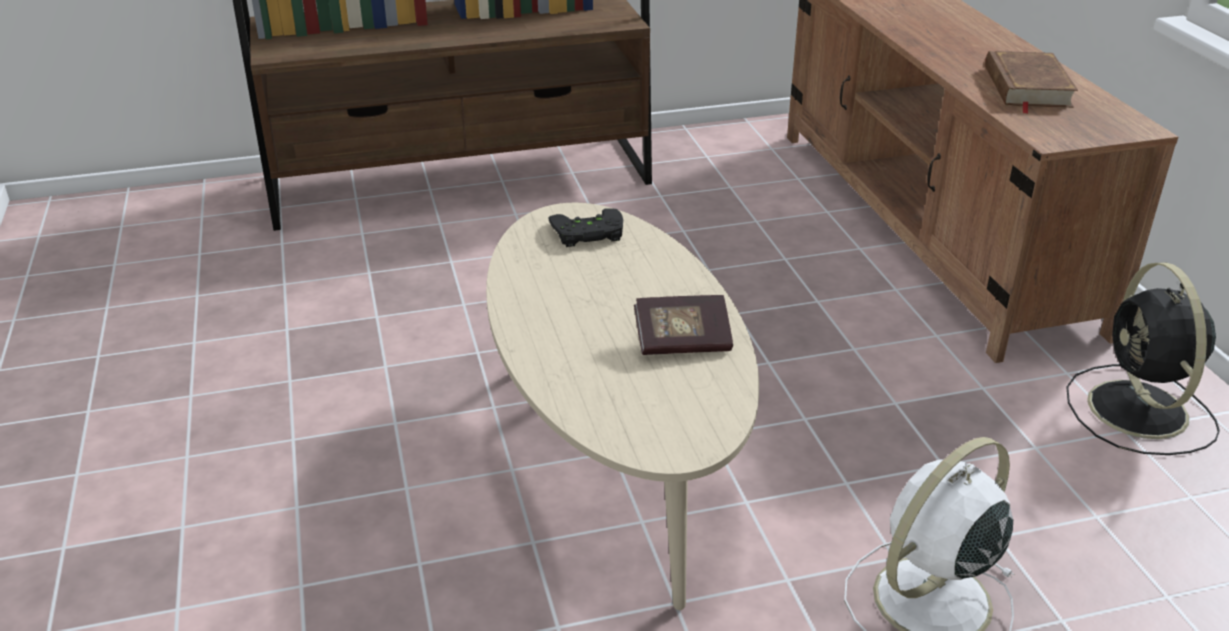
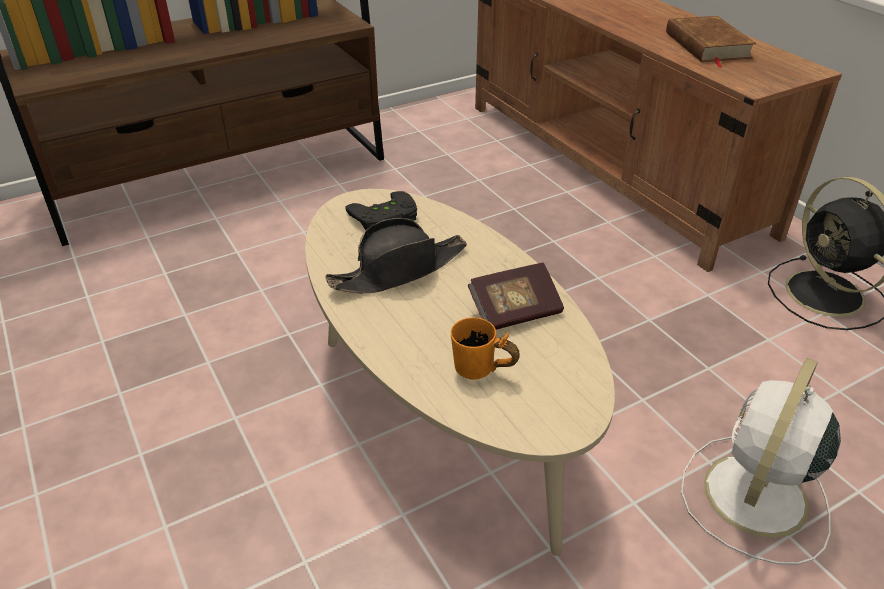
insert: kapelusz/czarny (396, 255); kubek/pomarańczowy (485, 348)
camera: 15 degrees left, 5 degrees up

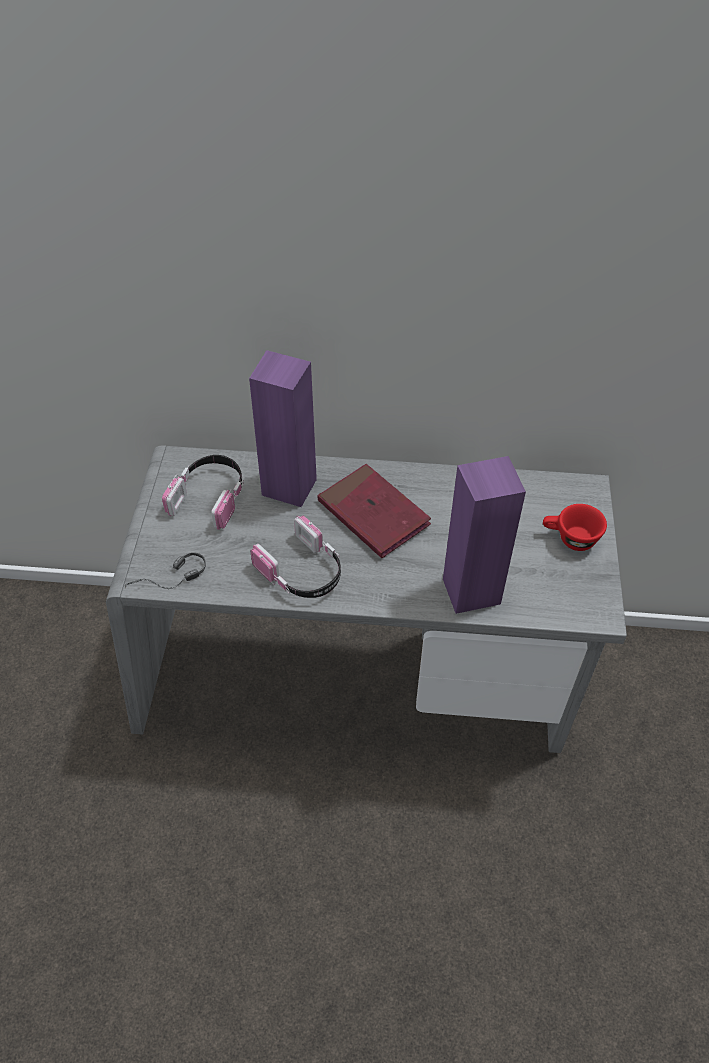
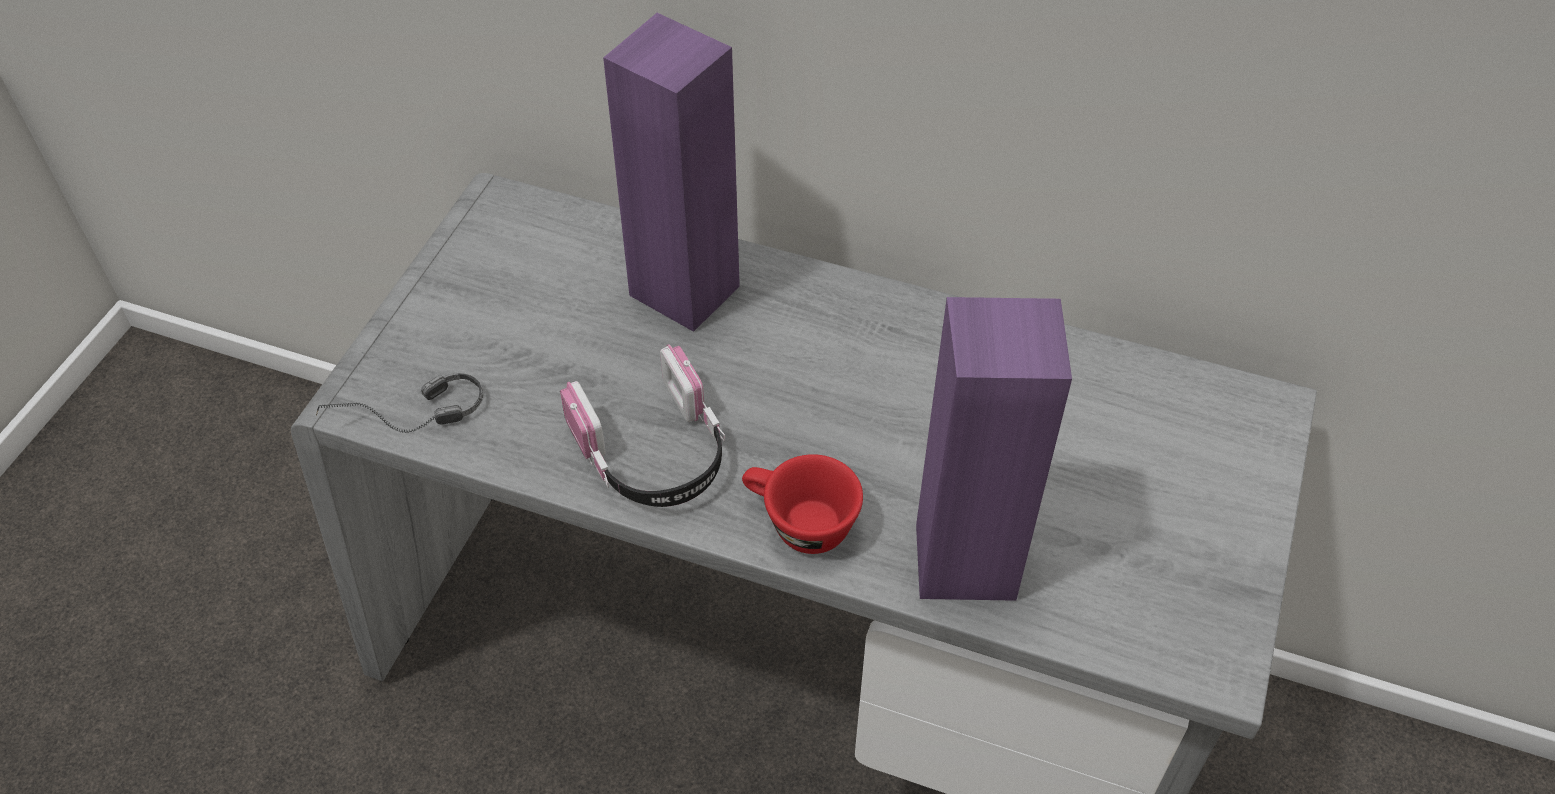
delete: słuchawki (203, 492); książka/czerwony (374, 511)
move: filiżanka/czerwony (575, 527) to (802, 504)
camera: 15 degrees right, 0 degrees up

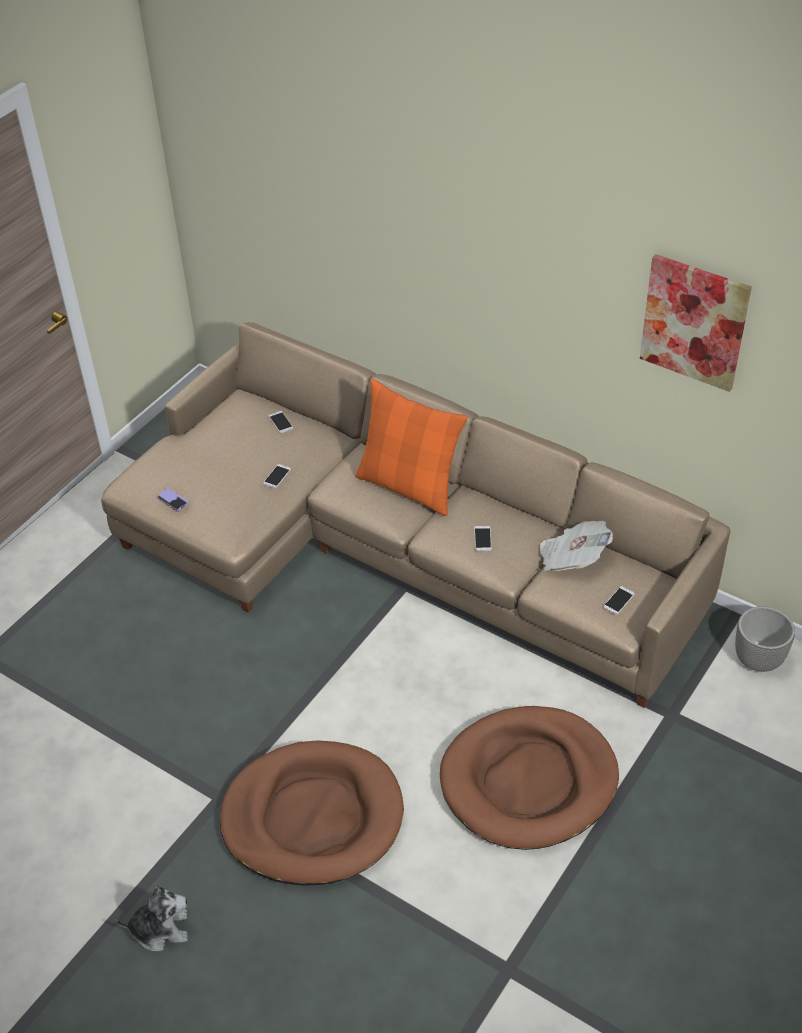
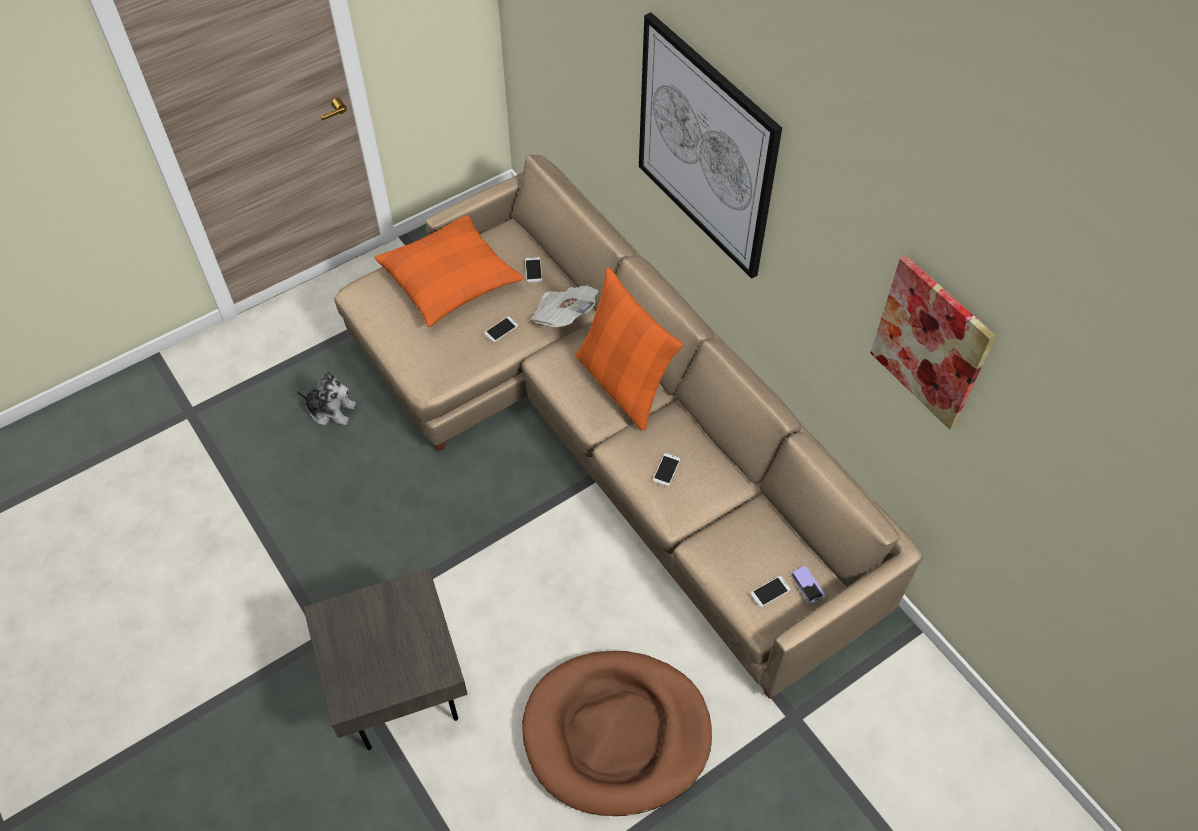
delete: donica (765, 639)
insert: poduszka/pomarańczowy (449, 271); obraz (710, 145)
move: pluszak (151, 918) to (326, 398); telefon (173, 500) to (808, 585); gazeta (576, 546) to (564, 306)
replace: legowisko/brązowy (312, 812) to stolik/szary (385, 659)
camera: 20 degrees right, 10 degrees up

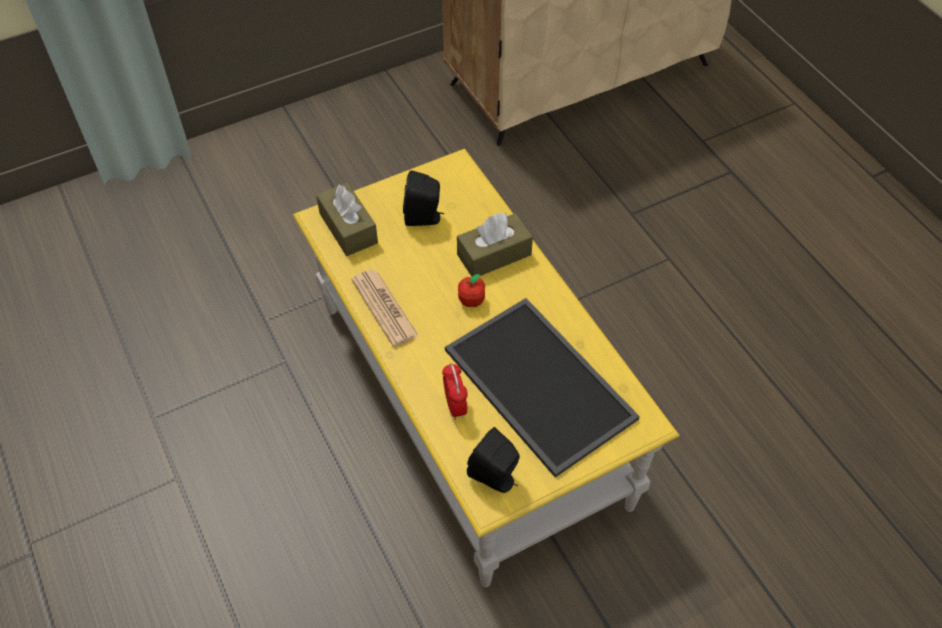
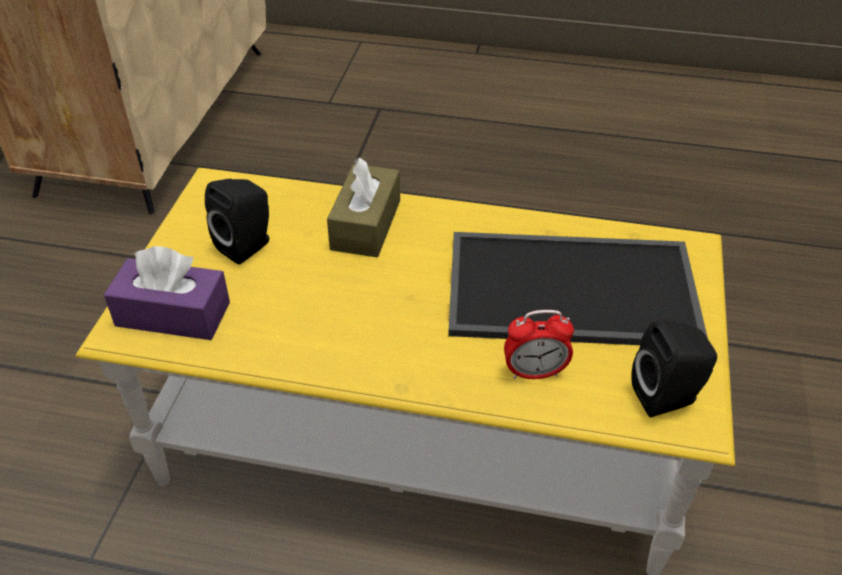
delete: gazeta (385, 308); jabłko (471, 290)
recolor: pudełko chusteczek/brązowy (347, 219) to pudełko chusteczek/fioletowy (167, 293)
rotate: budzik (455, 391) = (539, 344) 150 degrees clockwise
camera: 50 degrees left, 10 degrees down

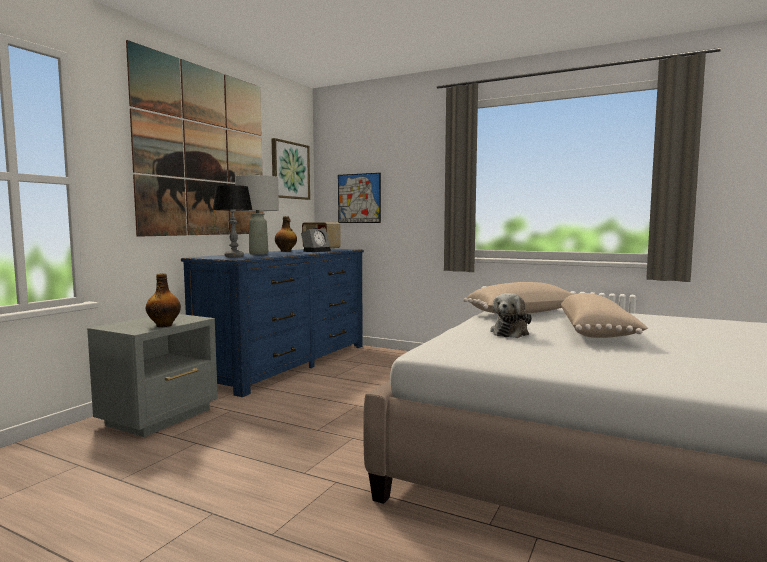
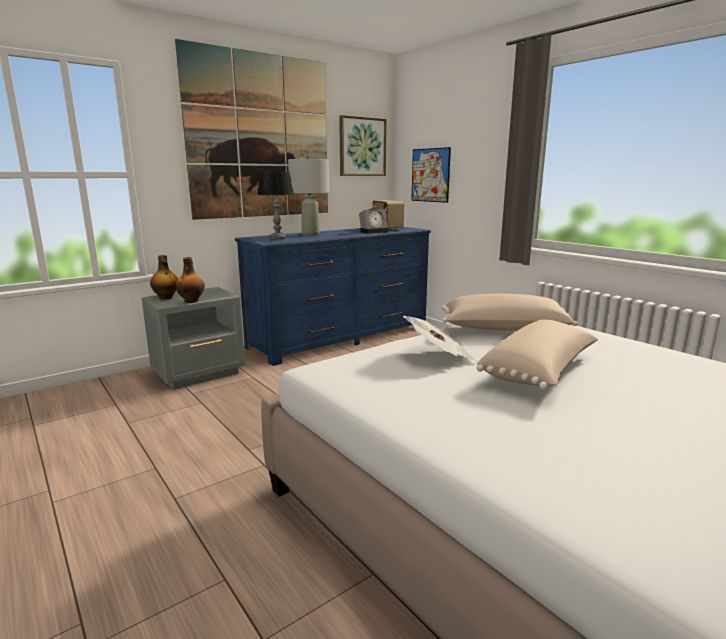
move: butelka (286, 234) to (164, 277)
replace: pluszak (511, 315) to gazeta (440, 338)
camera: 25 degrees right, 10 degrees up

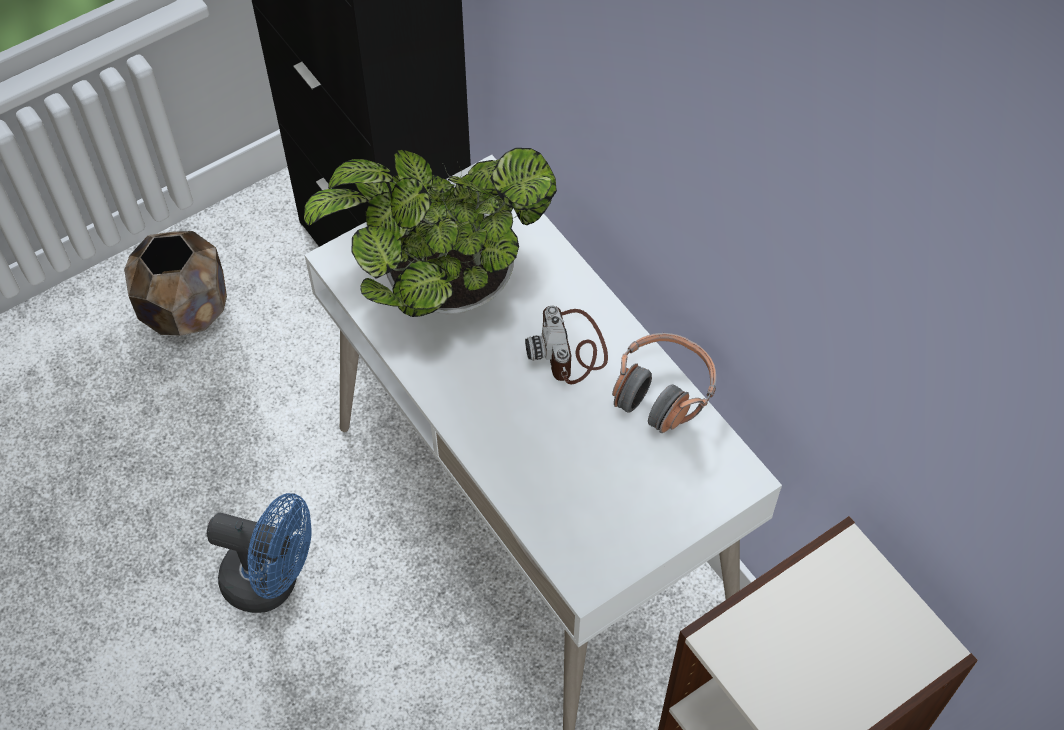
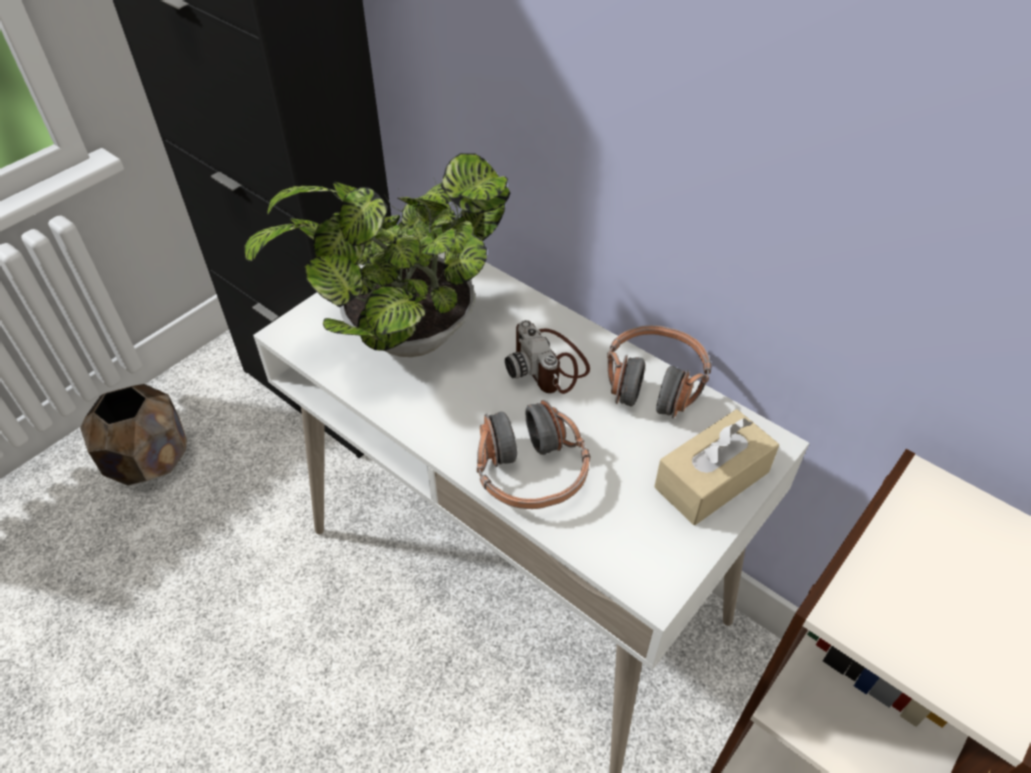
delete: wentylator/niebieski (259, 553)
insert: słuchawki (533, 454); pudełko chusteczek/beżowy (716, 467)
camera: 15 degrees left, 10 degrees down

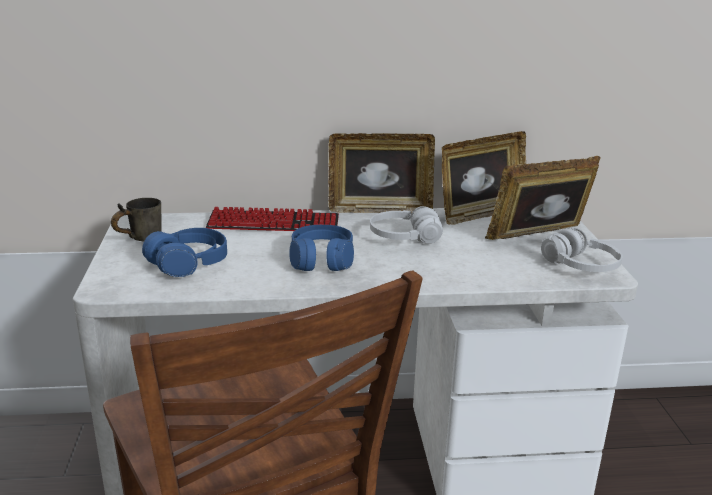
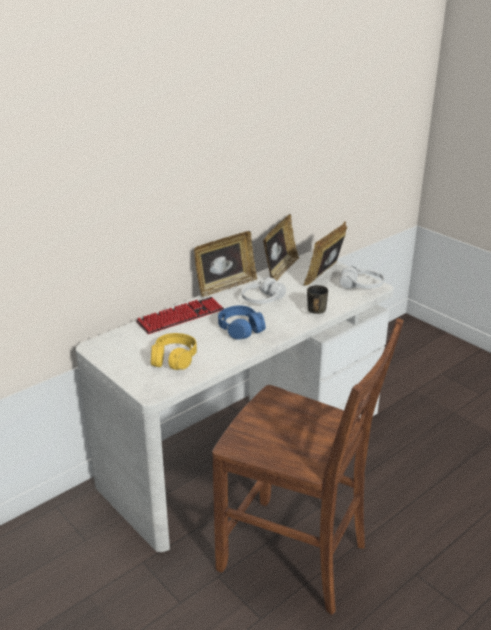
move: kubek/szary (136, 219) to (317, 299)
recolor: słuchawki/niebieski (184, 252) to słuchawki/żółty (174, 351)
camera: 35 degrees left, 5 degrees up

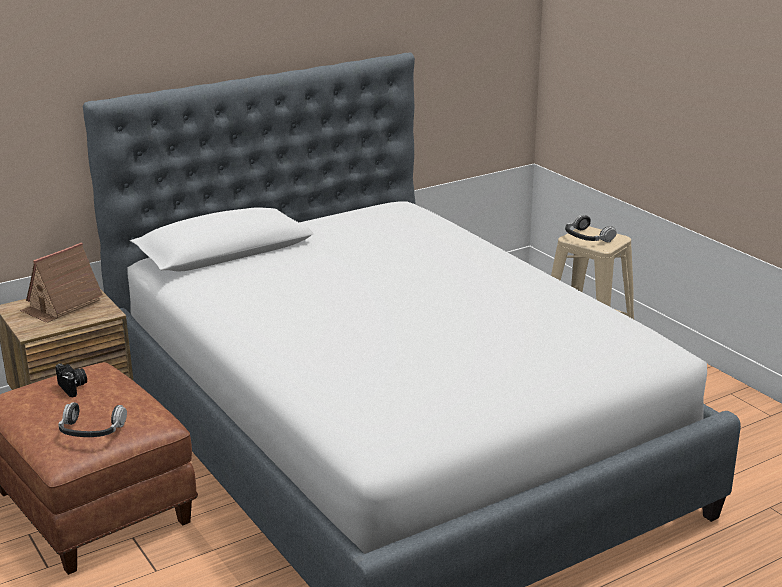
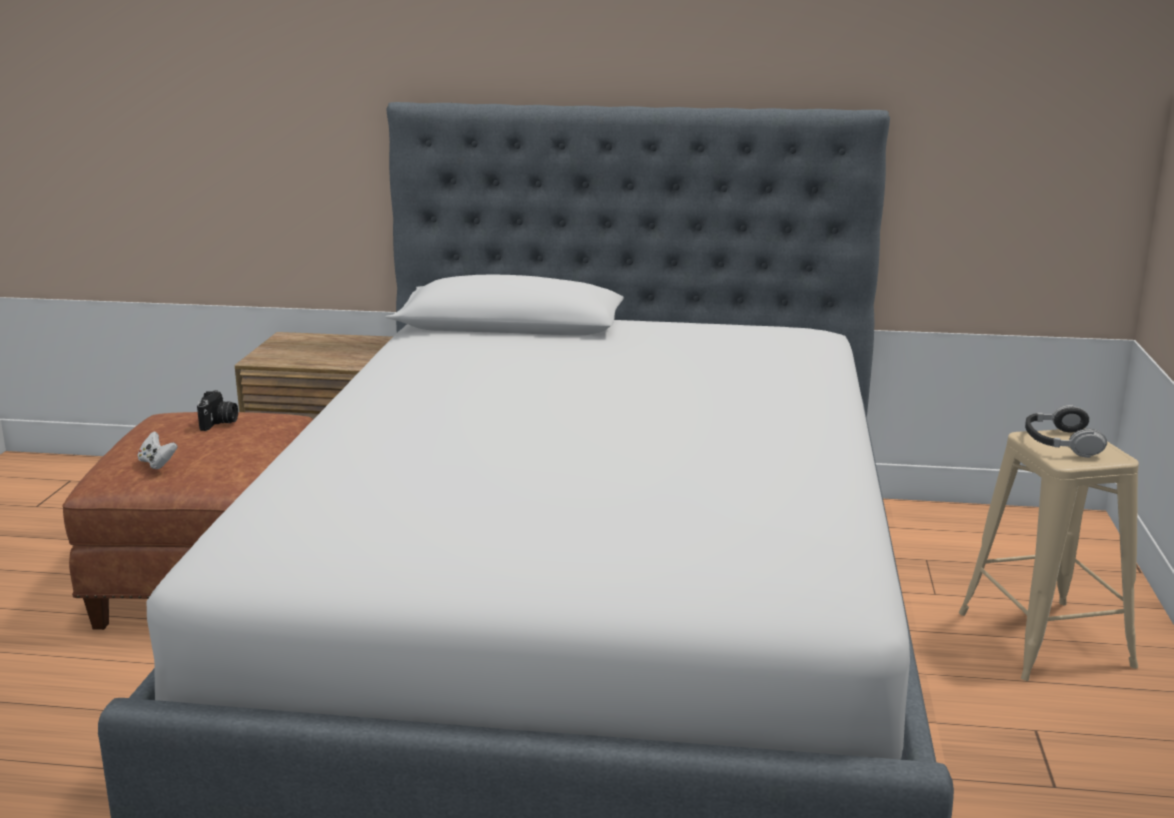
delete: domek (61, 283)
replace: słuchawki (92, 419) to pad do gier/biały (158, 450)
camera: 40 degrees right, 5 degrees down

